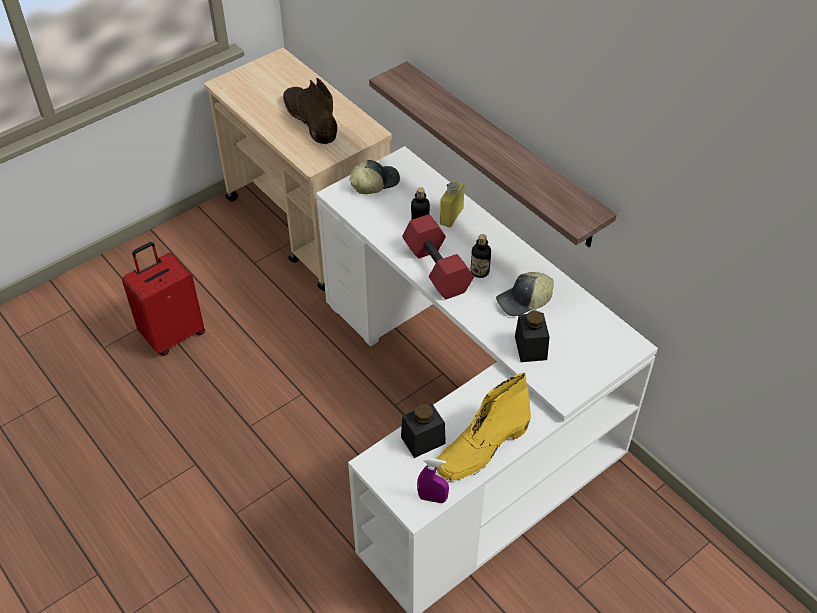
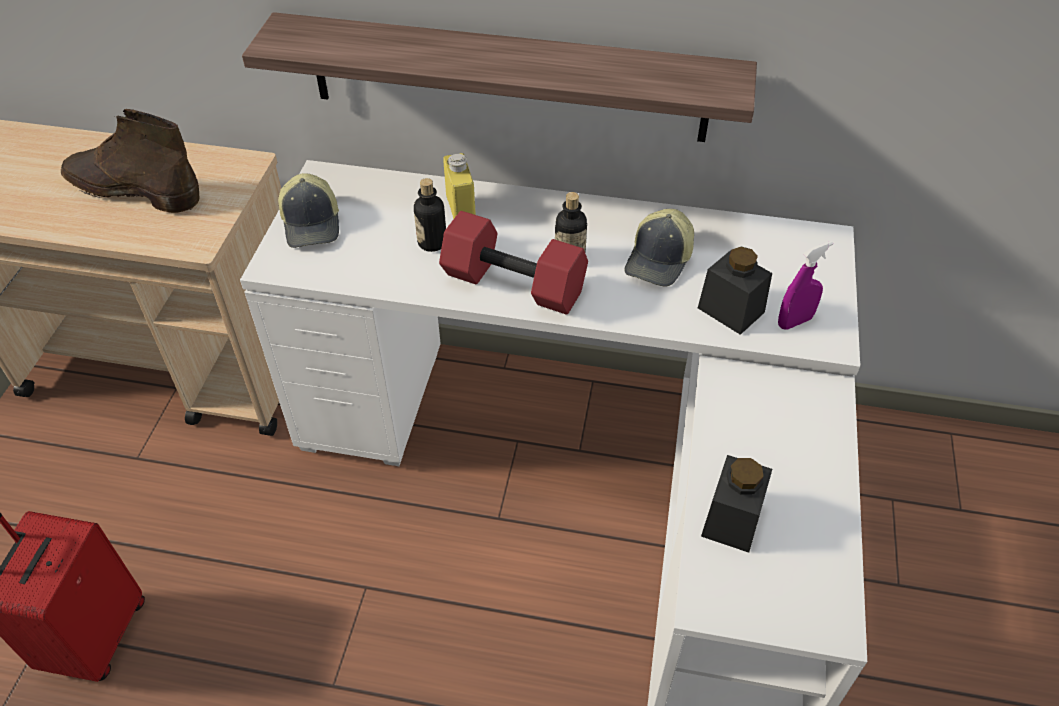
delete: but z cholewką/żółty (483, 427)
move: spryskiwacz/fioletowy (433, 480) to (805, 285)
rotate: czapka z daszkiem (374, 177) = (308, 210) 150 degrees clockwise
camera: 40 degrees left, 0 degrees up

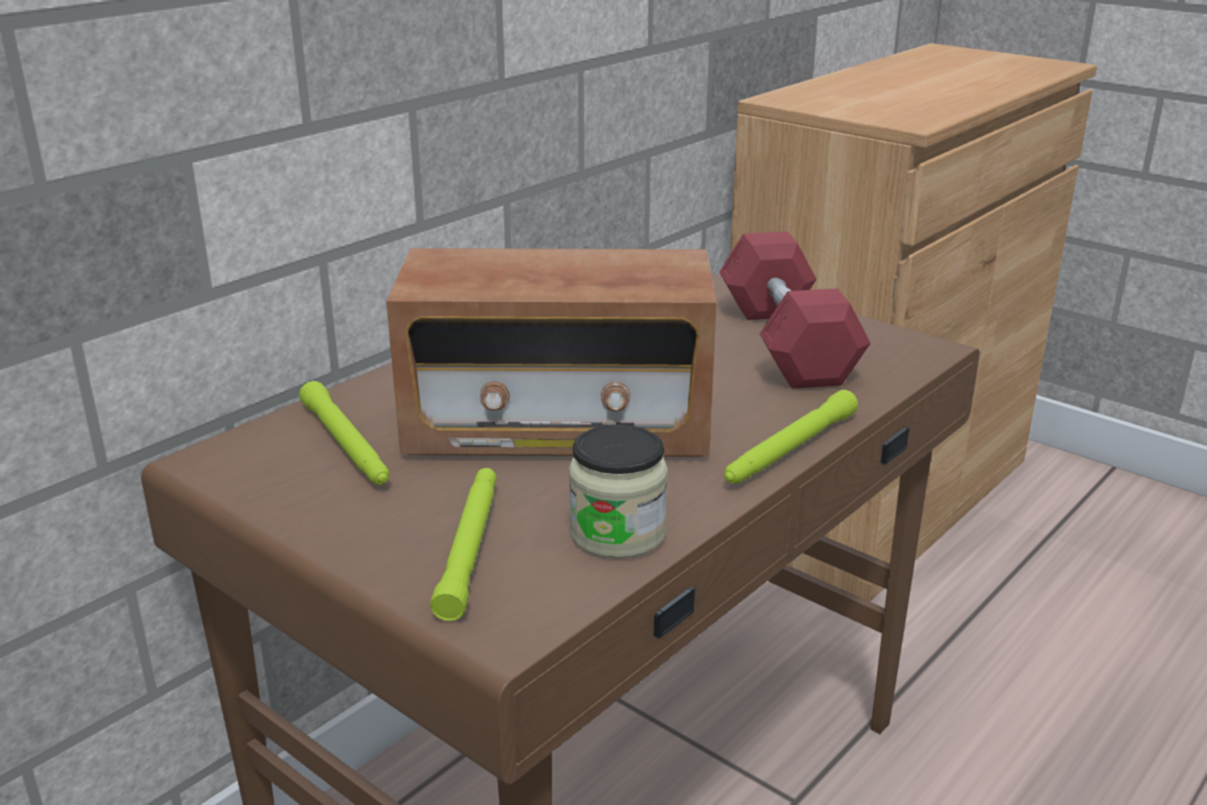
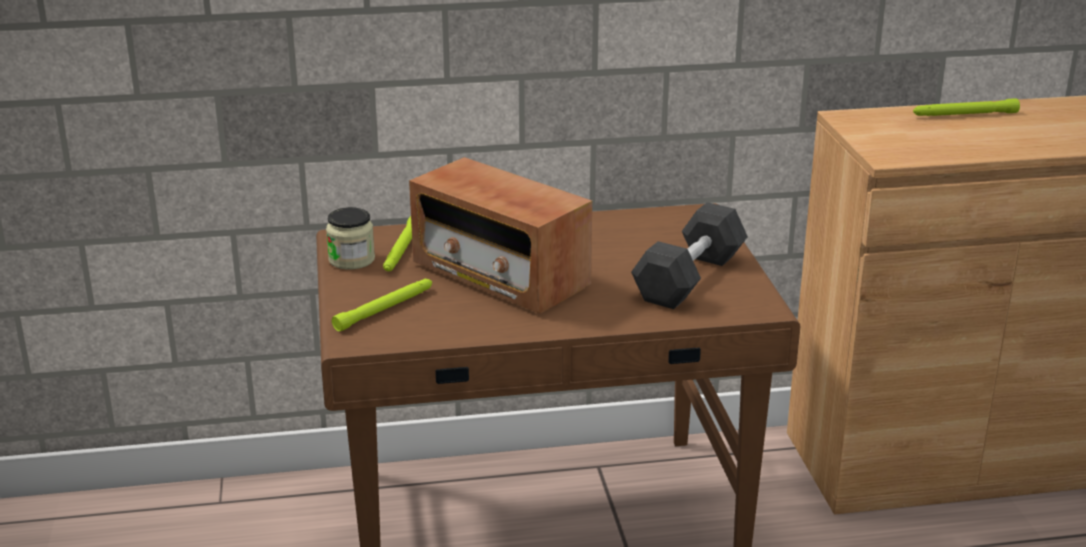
move: słoik (618, 492) to (350, 238); latarka/zielony (791, 437) to (966, 107)
recolor: hantel/czerwony (795, 310) to hantel/szary (689, 255)
camera: 40 degrees right, 0 degrees up

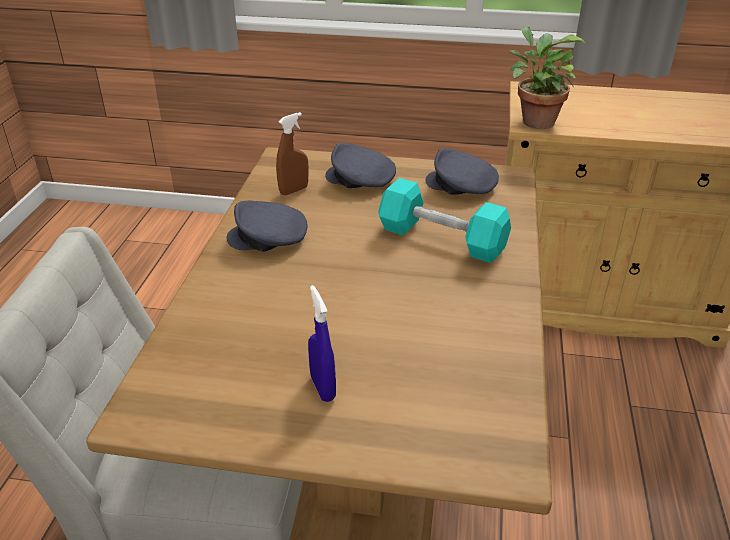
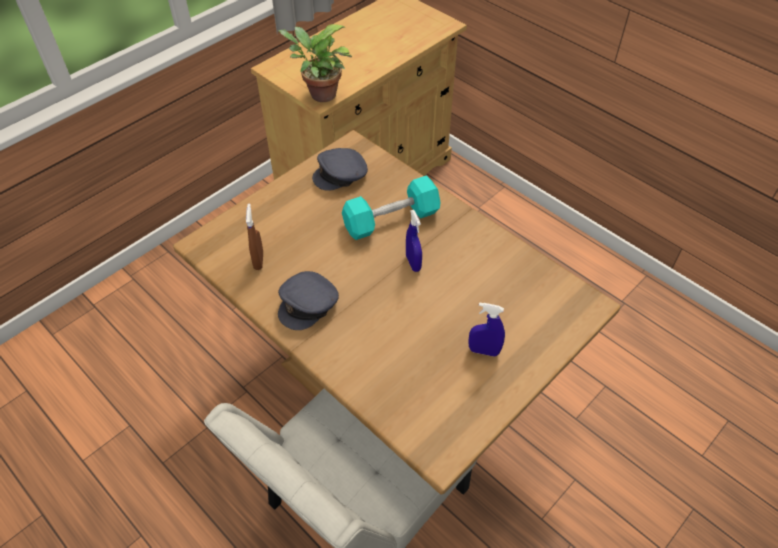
delete: czapka z daszkiem/szary (360, 165)
insert: spryskiwacz/niebieski (414, 241)
camera: 55 degrees left, 15 degrees up

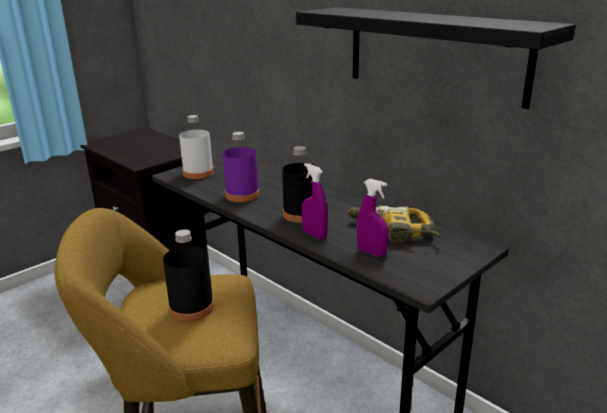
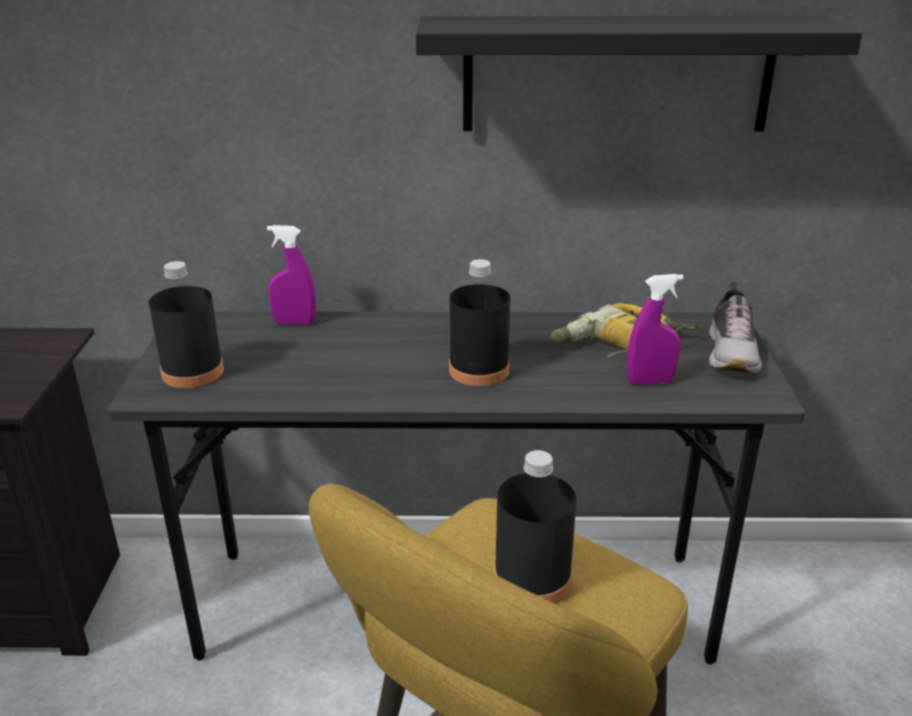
delete: butelka/fioletowy (241, 167)
insert: but (735, 327)
move: spryskiwacz/fioletowy (315, 201) to (291, 275)
recolor: butelka/biały (196, 147) to butelka/czarny (186, 324)
camera: 45 degrees left, 5 degrees up

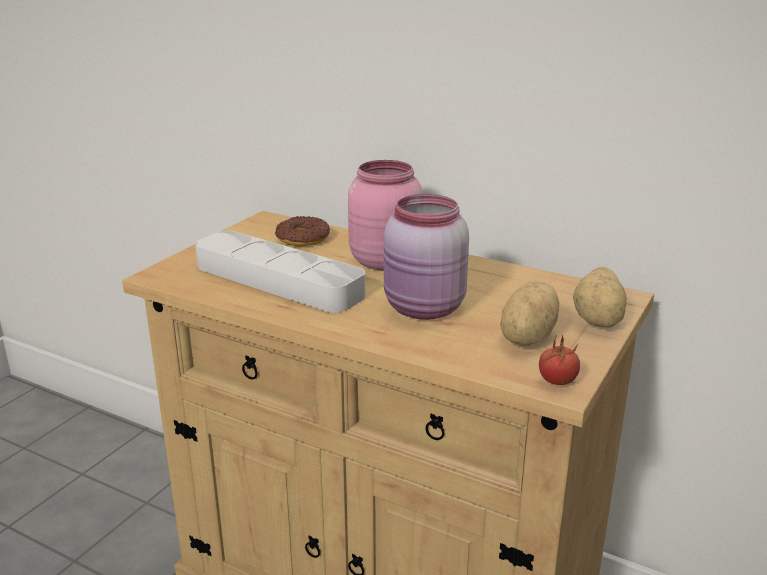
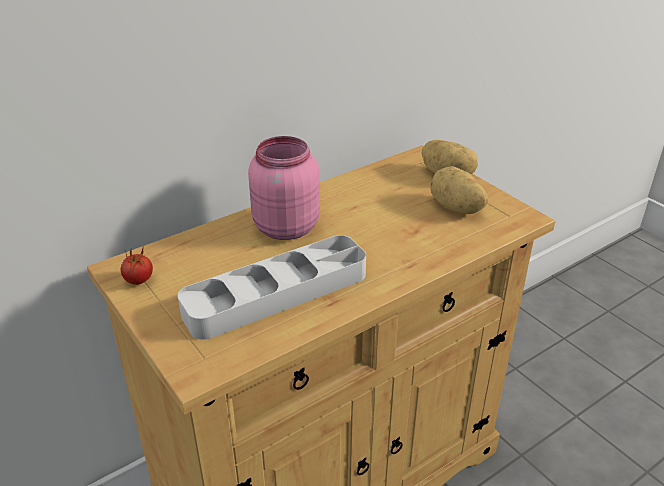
delete: donut (302, 231); słoik/różowy (426, 257)
move: pomidor (559, 360) to (137, 266)
camera: 65 degrees left, 10 degrees up

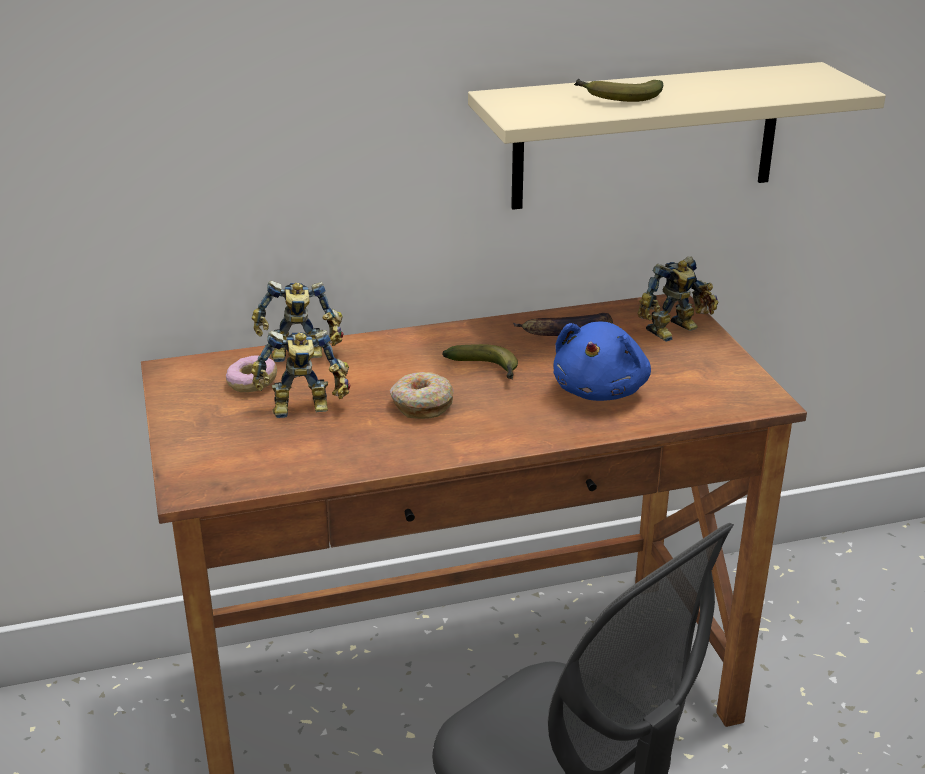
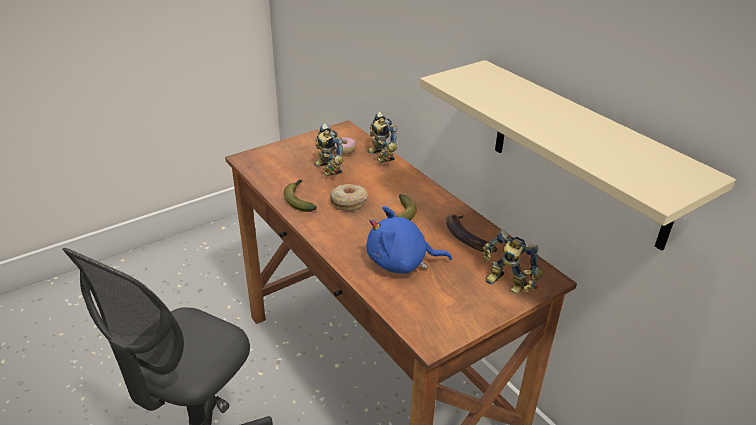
move: banan (618, 90) to (300, 196)
camera: 70 degrees right, 5 degrees up

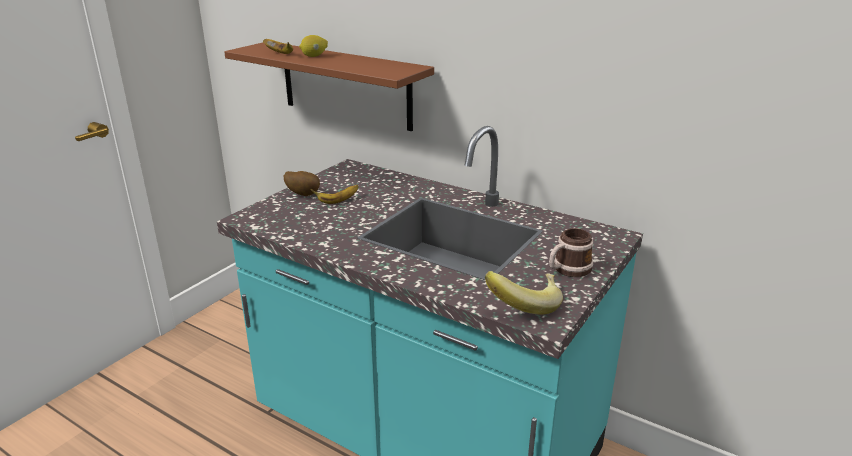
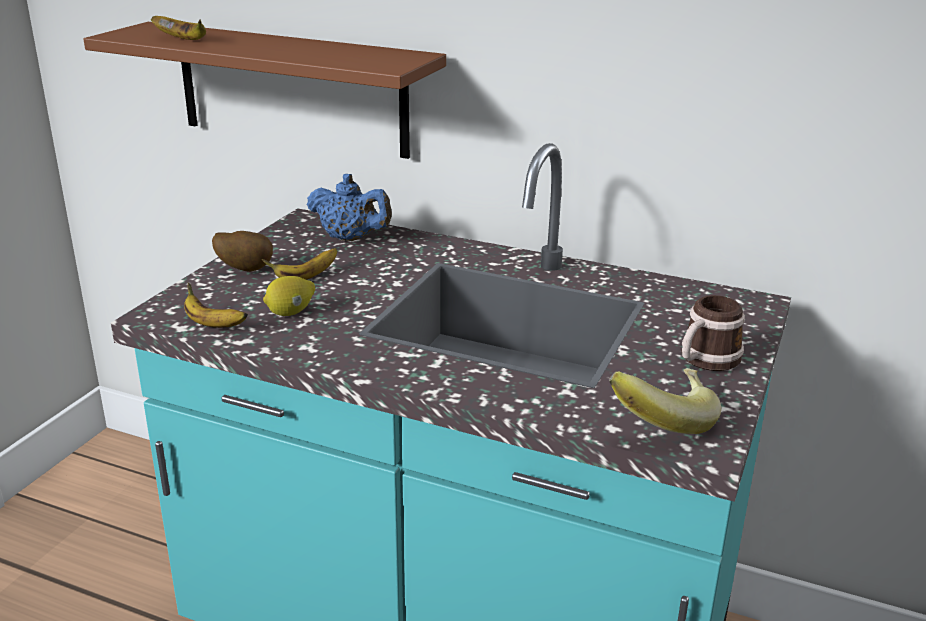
insert: banan (216, 305); imbryk/niebieski (349, 207)
move: cytryna (313, 46) to (289, 296)
camera: 10 degrees left, 0 degrees up

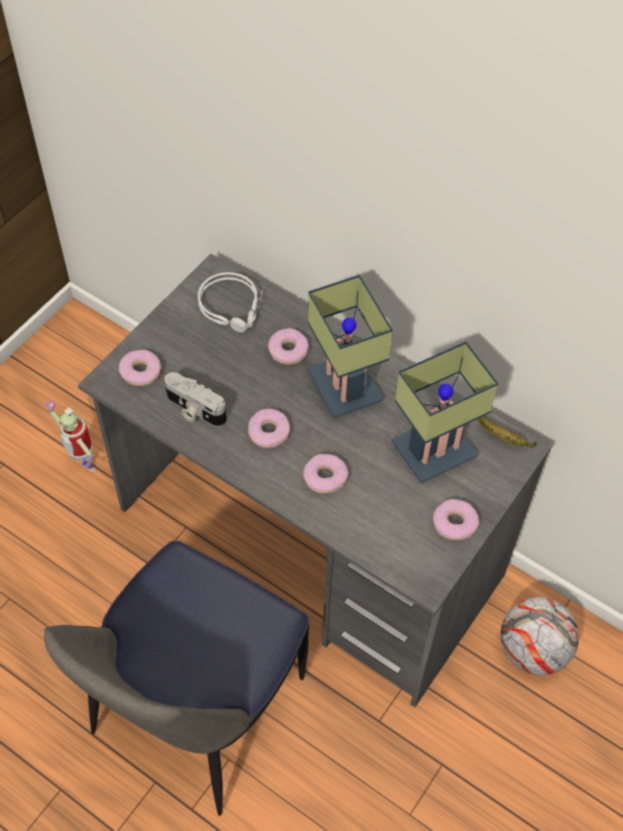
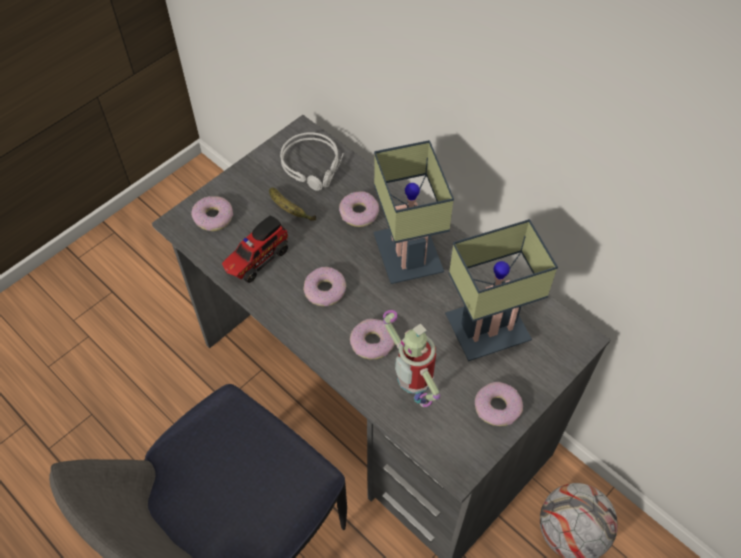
move: robot zabawkowy (70, 436) to (412, 358); banan (507, 432) to (292, 204)
replace: aparat fotograficzny (195, 399) to ciężarówka zabawkowa (255, 249)
camera: 10 degrees right, 0 degrees up

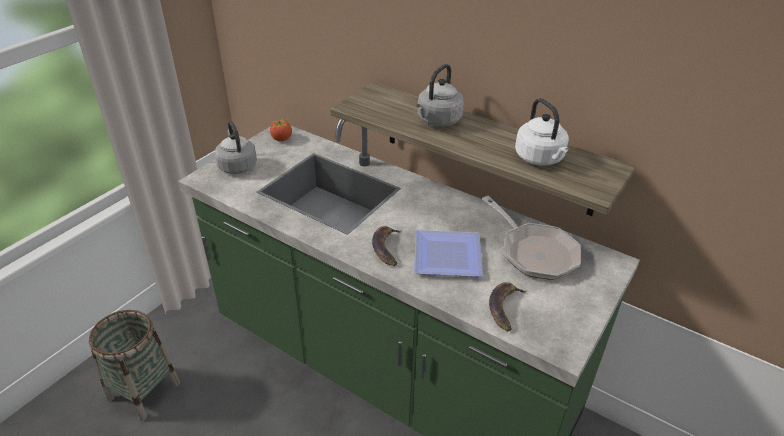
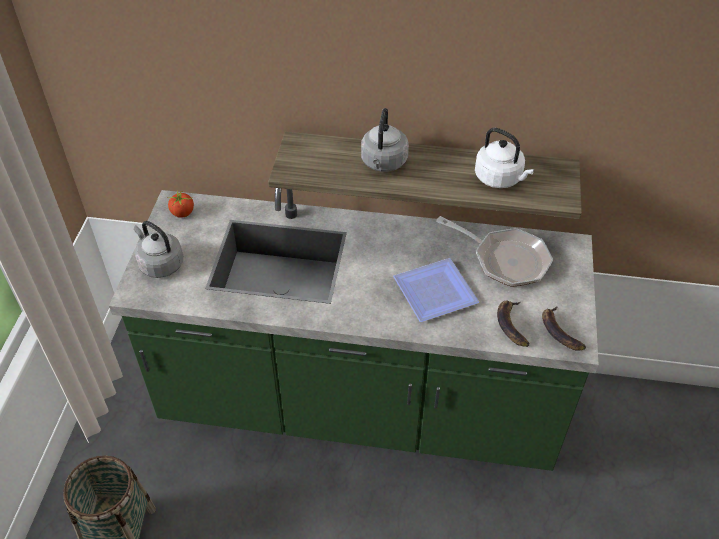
move: banan (387, 246) to (564, 329)
camera: 25 degrees left, 10 degrees up

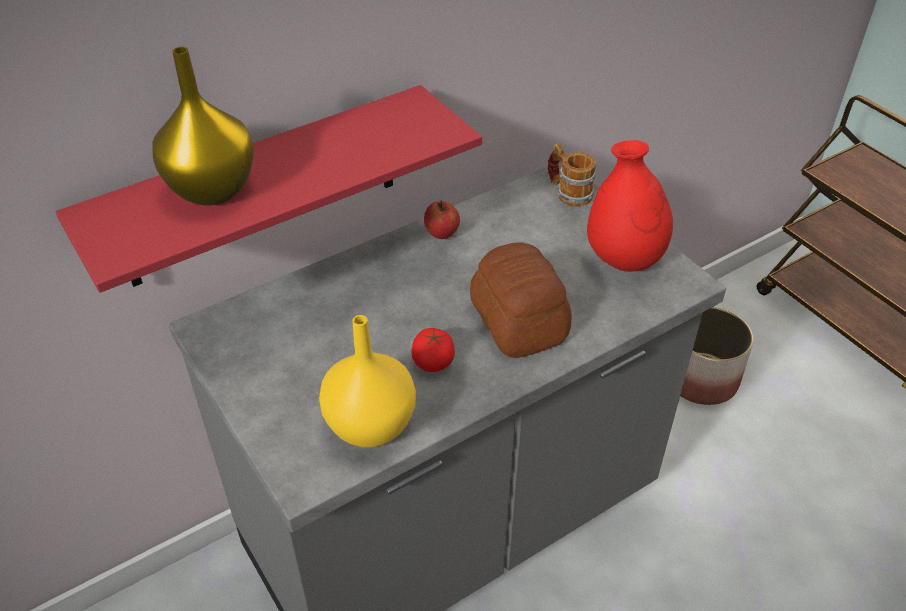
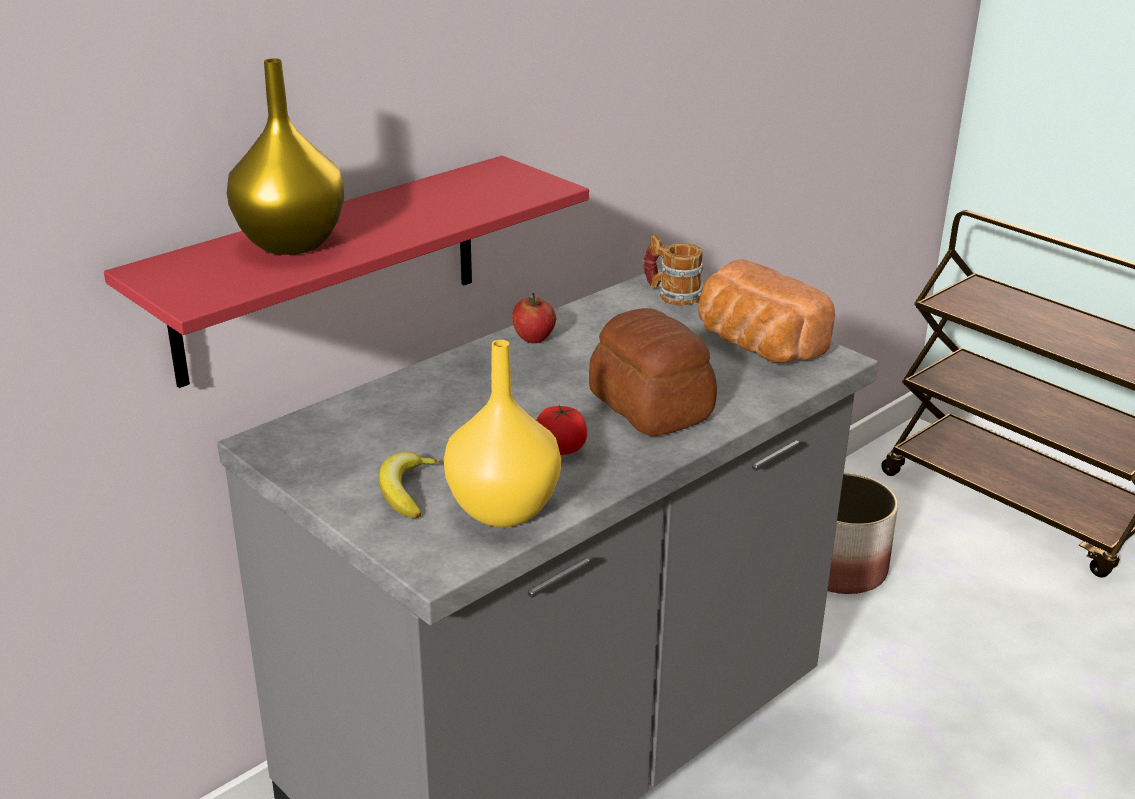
insert: banan (409, 485)
replace: wazon/czerwony (630, 206) to chleb (766, 311)
camera: 10 degrees left, 15 degrees down

